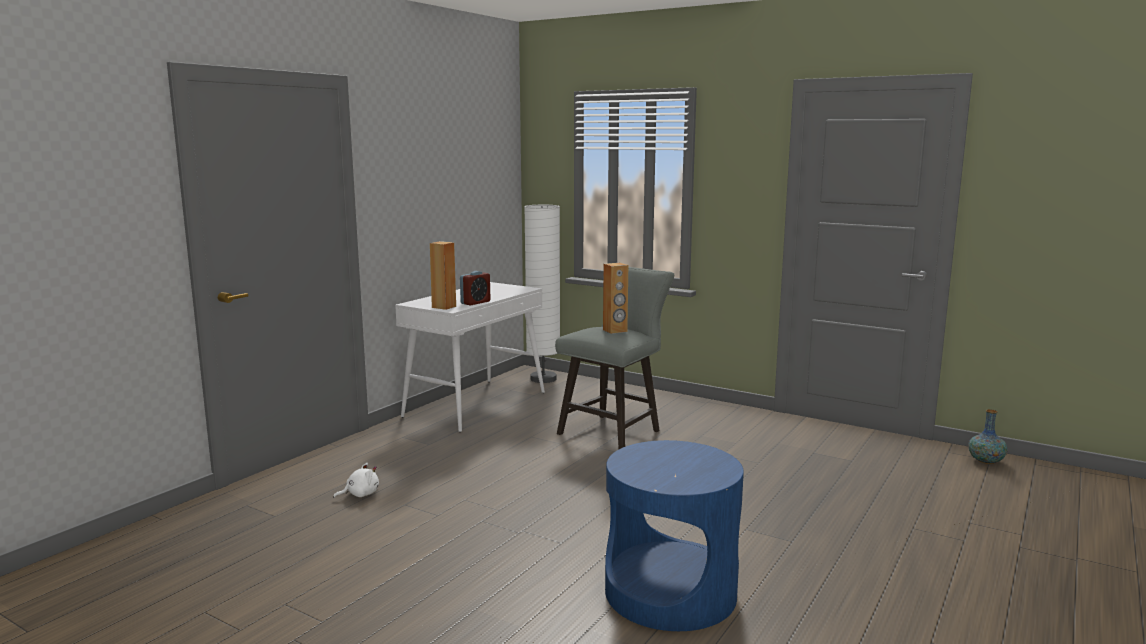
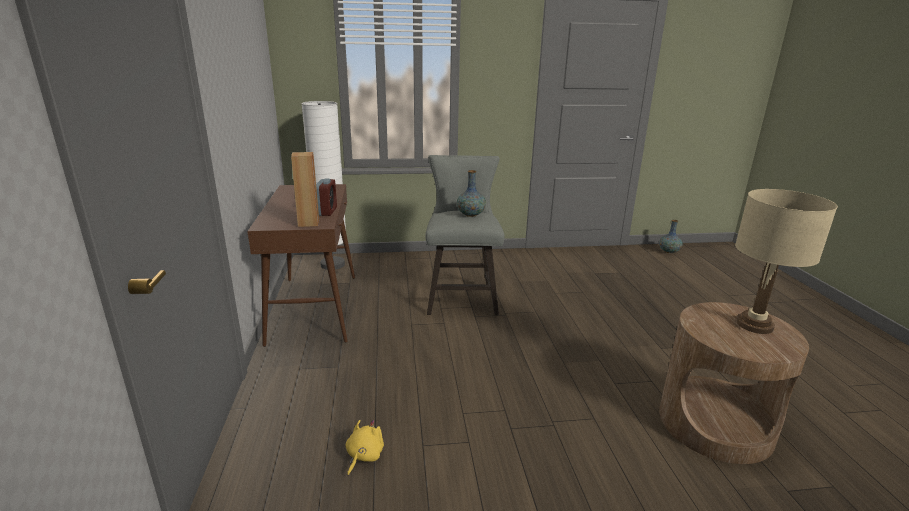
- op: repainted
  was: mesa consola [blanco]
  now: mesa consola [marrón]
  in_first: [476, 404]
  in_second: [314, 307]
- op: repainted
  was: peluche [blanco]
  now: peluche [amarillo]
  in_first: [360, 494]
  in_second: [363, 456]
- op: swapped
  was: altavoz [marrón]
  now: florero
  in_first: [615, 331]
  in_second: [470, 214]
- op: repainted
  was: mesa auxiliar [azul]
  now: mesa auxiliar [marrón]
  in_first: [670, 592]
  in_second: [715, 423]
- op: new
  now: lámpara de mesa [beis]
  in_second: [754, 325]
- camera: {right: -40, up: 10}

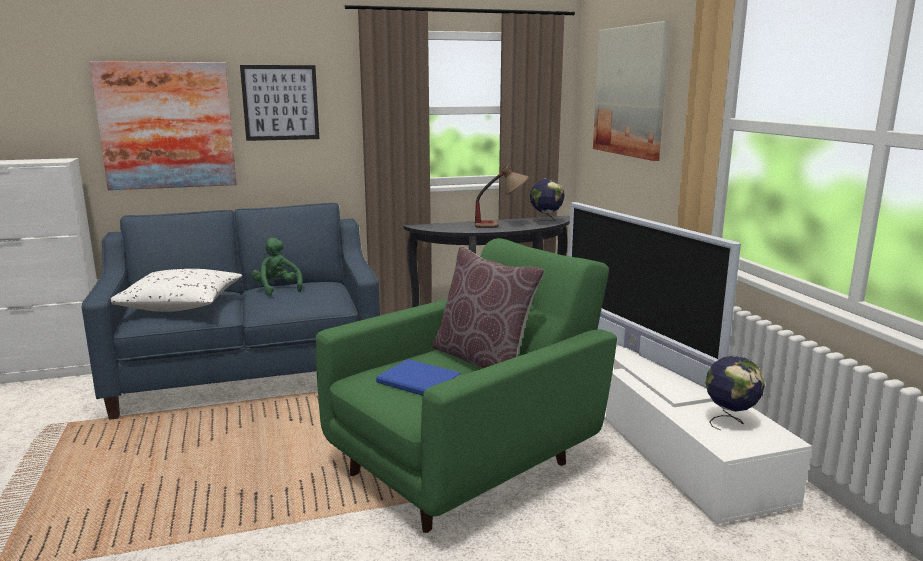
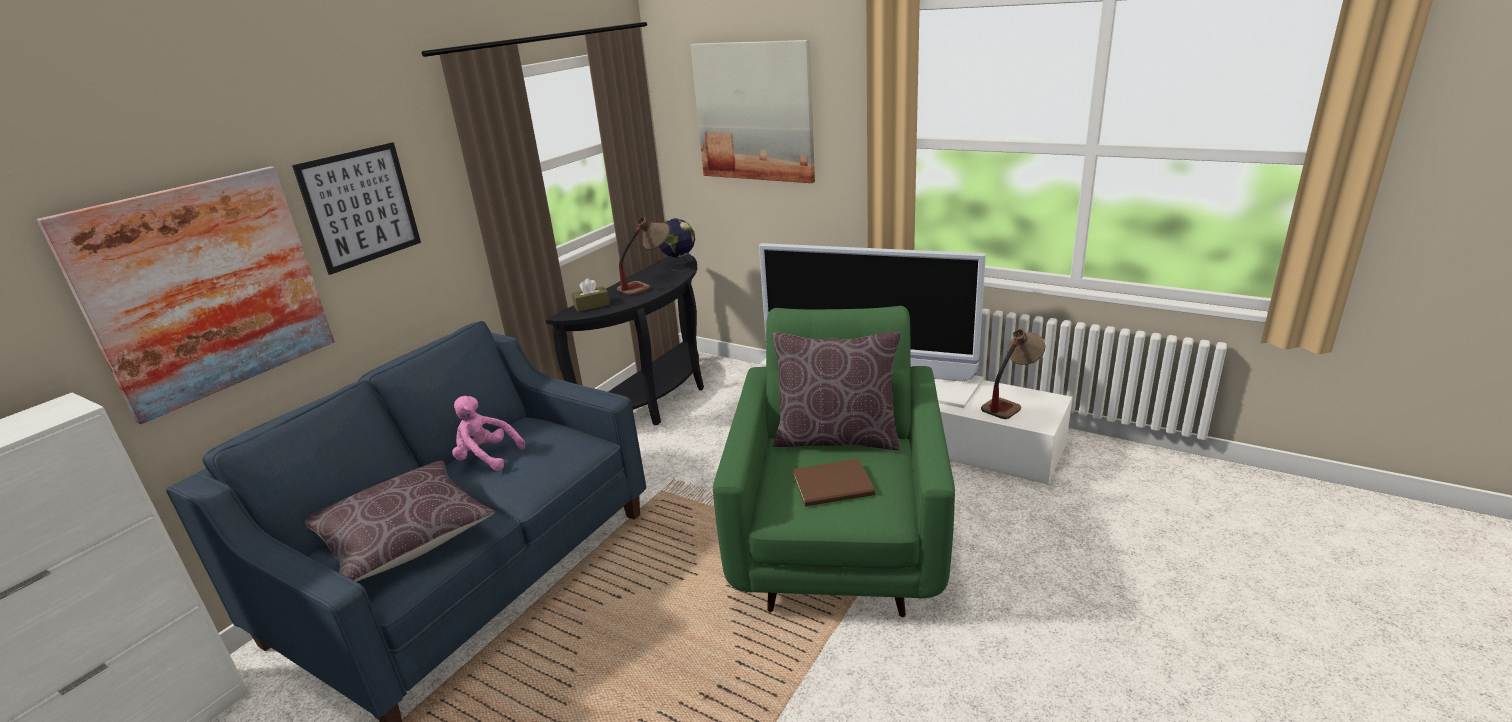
- op: repainted
  was: cojín [blanco]
  now: cojín [marrón]
  in_first: [180, 305]
  in_second: [404, 537]
- op: repainted
  was: peluche [verde]
  now: peluche [rosa]
  in_first: [277, 289]
  in_second: [486, 457]
- op: new
  now: caja de pañuelos [marrón]
  in_second: [591, 305]
- op: repainted
  was: libro [azul]
  now: libro [marrón]
  in_first: [419, 382]
  in_second: [835, 485]
- op: swapped
  was: globo terráqueo
  now: lámpara de mesa
  in_first: [730, 422]
  in_second: [1010, 402]
- camera: {right: -40, up: 10}

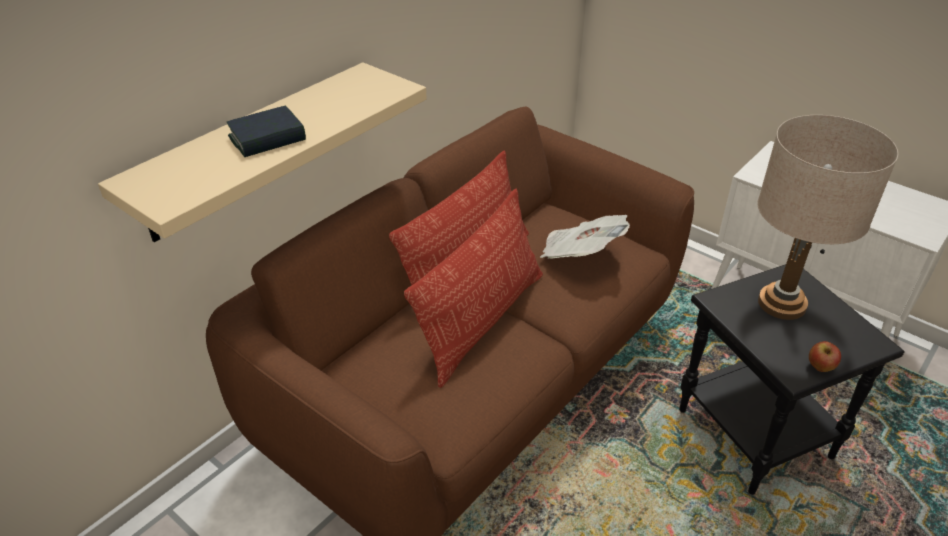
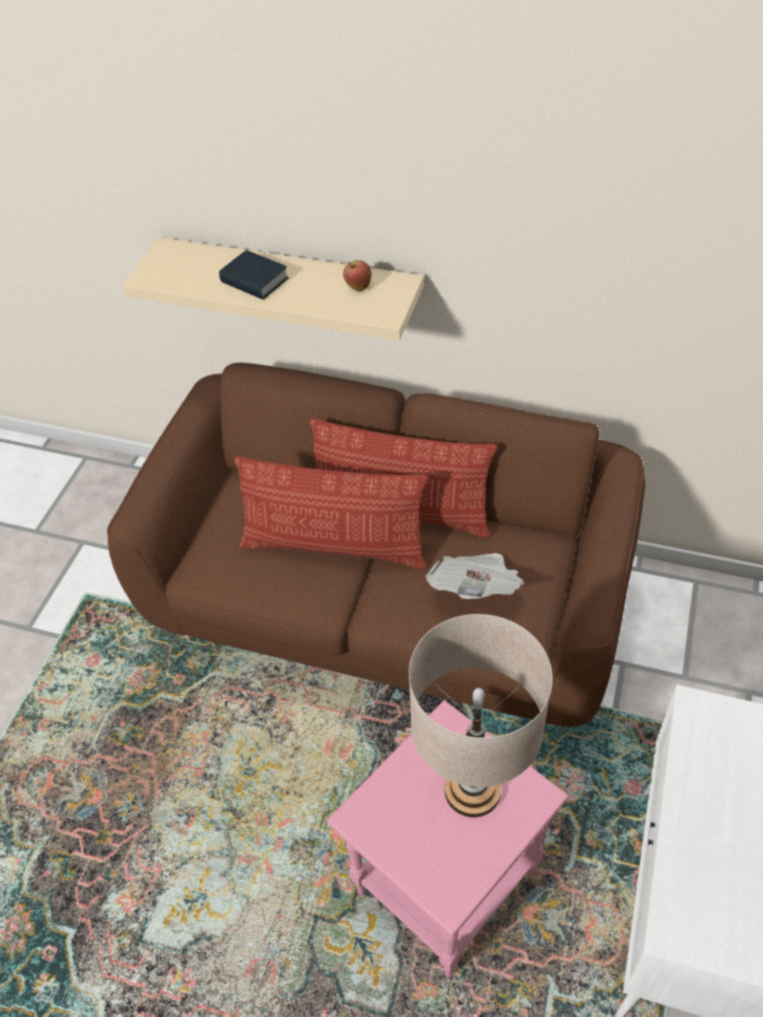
- op: repainted
  was: mesa auxiliar [negro]
  now: mesa auxiliar [rosa]
  in_first: [757, 433]
  in_second: [447, 886]
- op: shifted
  was: manzana
  in_first: [820, 367]
  in_second: [358, 287]
- camera: {right: 70, up: 10}

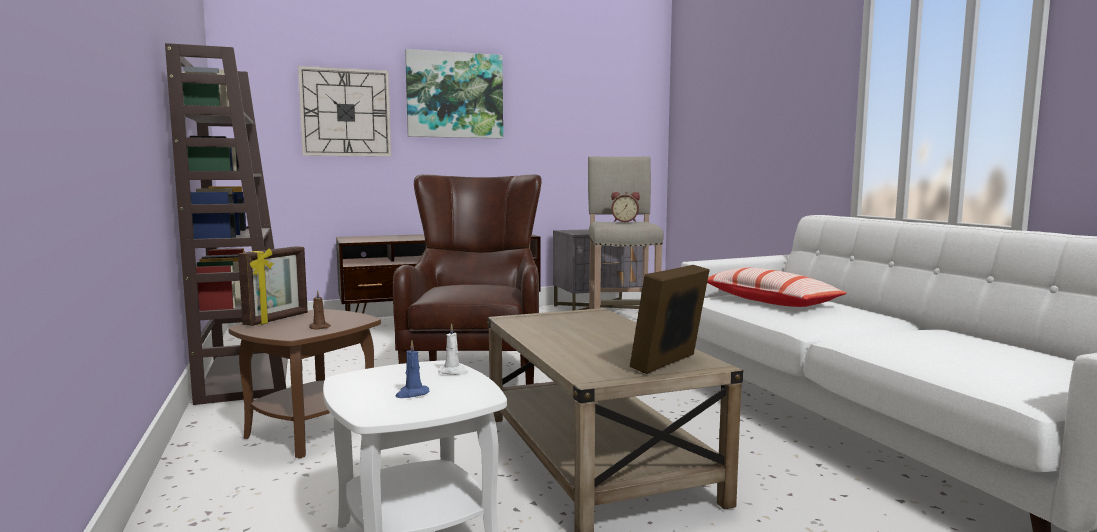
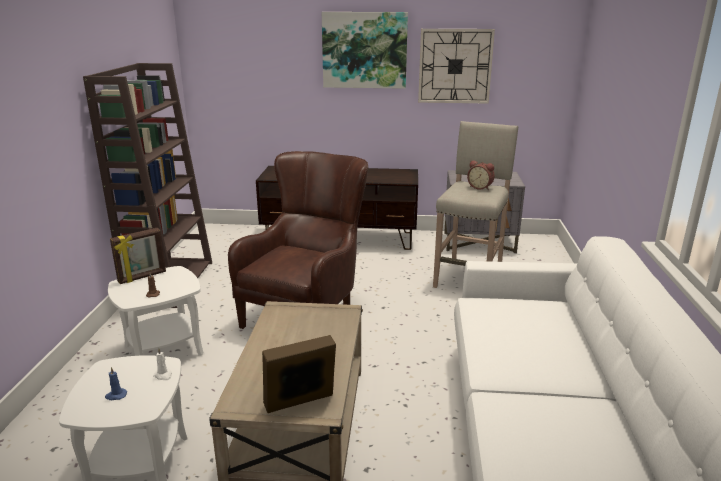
- op: repainted
  was: mesa auxiliar [marrón]
  now: mesa auxiliar [blanco]
  in_first: [312, 432]
  in_second: [164, 350]
- op: shifted
  was: reloj de pared
  in_first: [345, 112]
  in_second: [455, 66]
- op: gone
  was: cojín
  in_first: [769, 301]
- camera: {right: 25, up: 15}

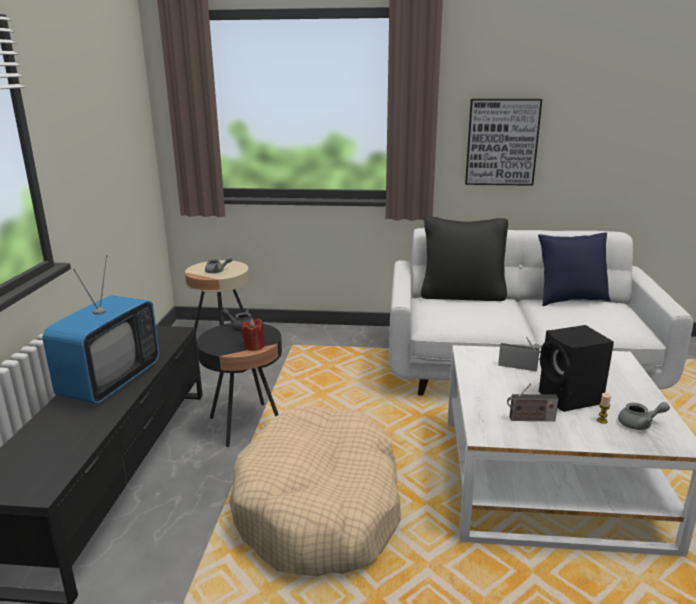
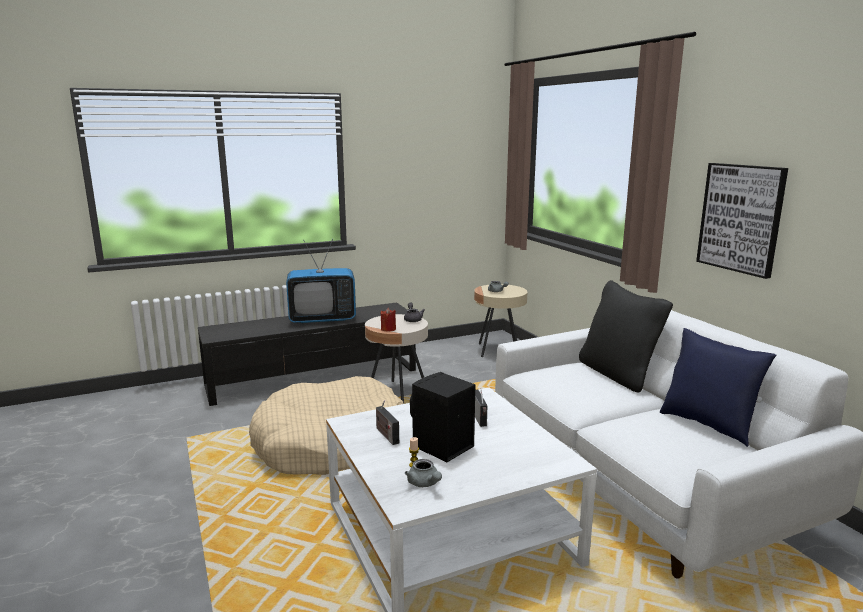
- op: repainted
  was: mesa auxiliar [negro]
  now: mesa auxiliar [beis]
  in_first: [246, 424]
  in_second: [397, 393]
- camera: {right: 60, up: -5}

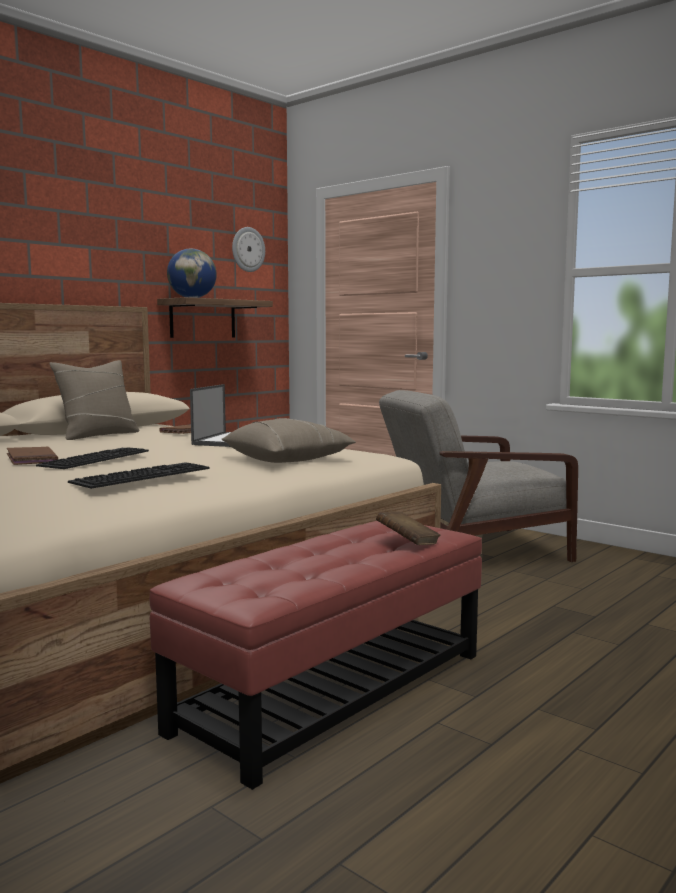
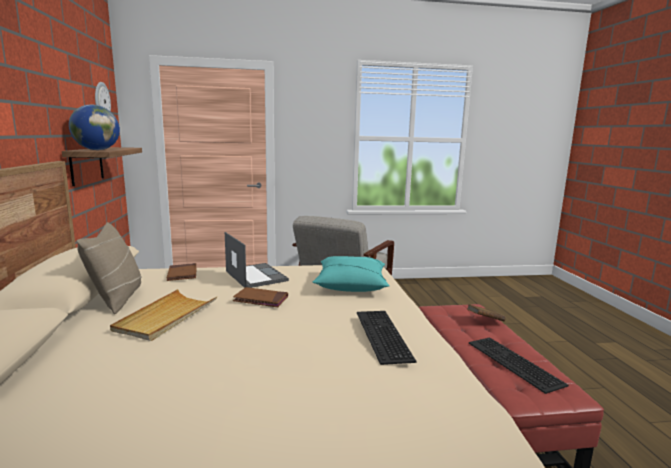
- op: new
  now: bandeja [beis]
  in_second: [166, 317]
- op: shifted
  was: libro [marrón]
  in_first: [32, 459]
  in_second: [261, 299]
- op: repainted
  was: cojín [beis]
  now: cojín [turquesa]
  in_first: [288, 459]
  in_second: [351, 285]
- op: shifted
  was: teclado
  in_first: [94, 458]
  in_second: [511, 362]
- camera: {right: -50, up: 5}

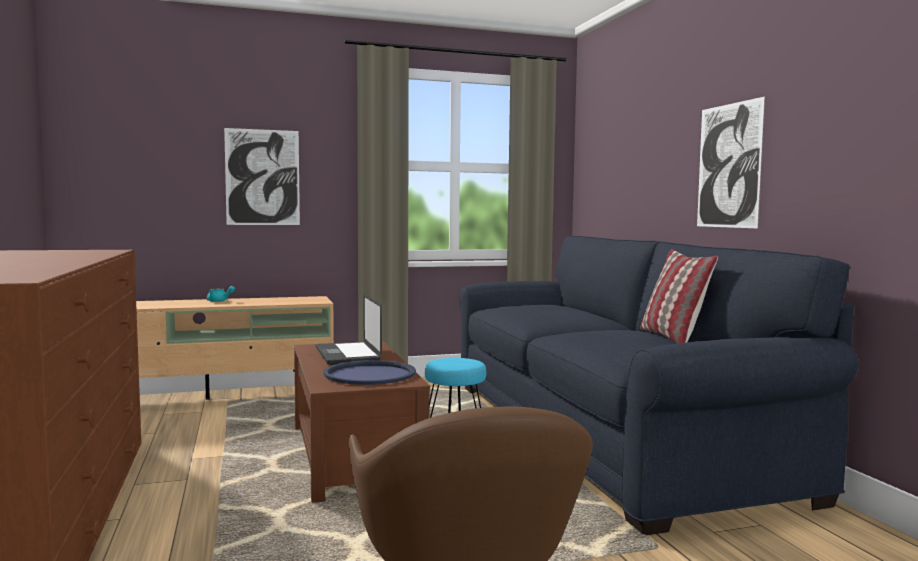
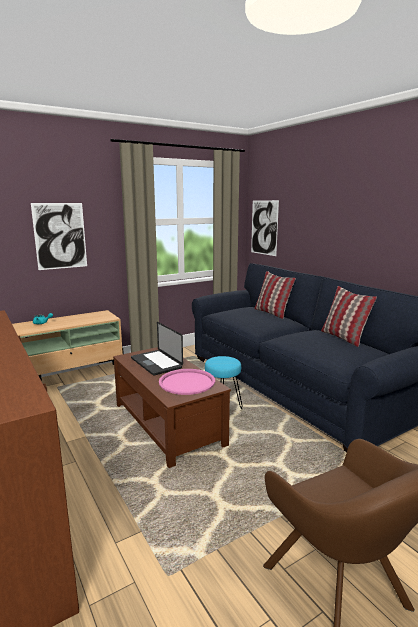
- op: repainted
  was: bandeja [azul]
  now: bandeja [rosa]
  in_first: [370, 374]
  in_second: [187, 382]
- op: shifted
  was: cuadro
  in_first: [728, 166]
  in_second: [264, 227]
- op: new
  now: cojín
  in_second: [272, 313]
- camera: {right: -15, up: 10}

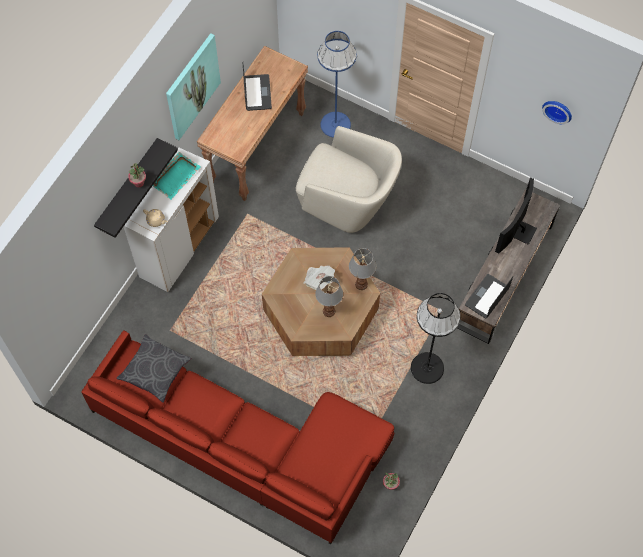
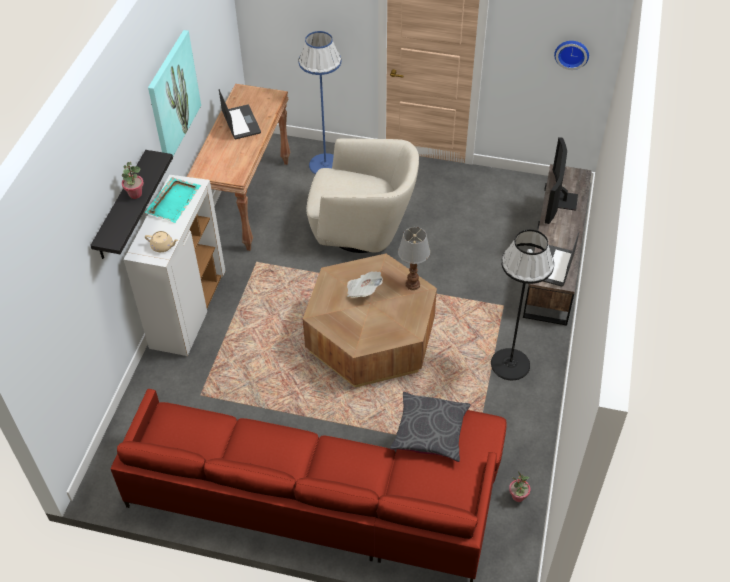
- op: shifted
  was: cojín [gris]
  in_first: [155, 371]
  in_second: [430, 432]
- op: gone
  was: lámpara de mesa
  in_first: [329, 311]
- camera: {right: -15, up: -15}

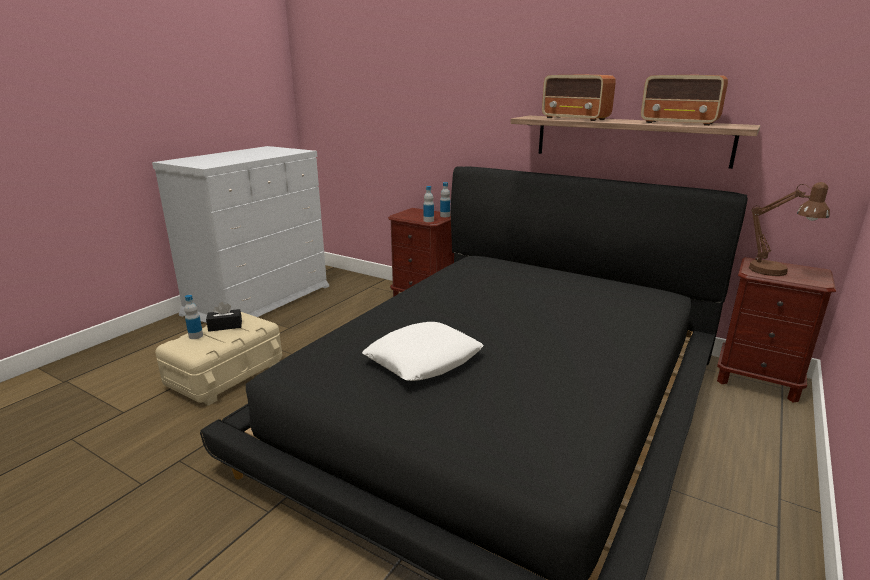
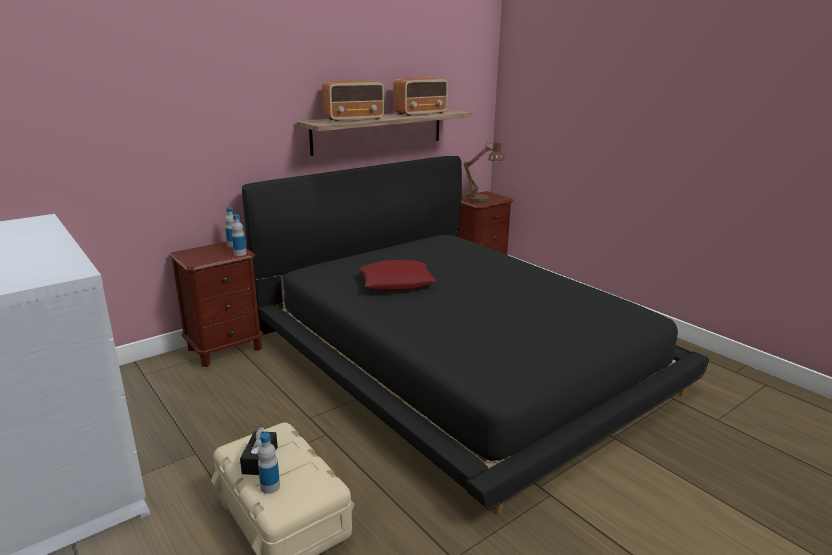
- op: new
  now: cojín [rojo]
  in_second: [397, 282]
- op: gone
  was: cojín [blanco]
  in_first: [424, 359]
- camera: {right: -70, up: 0}

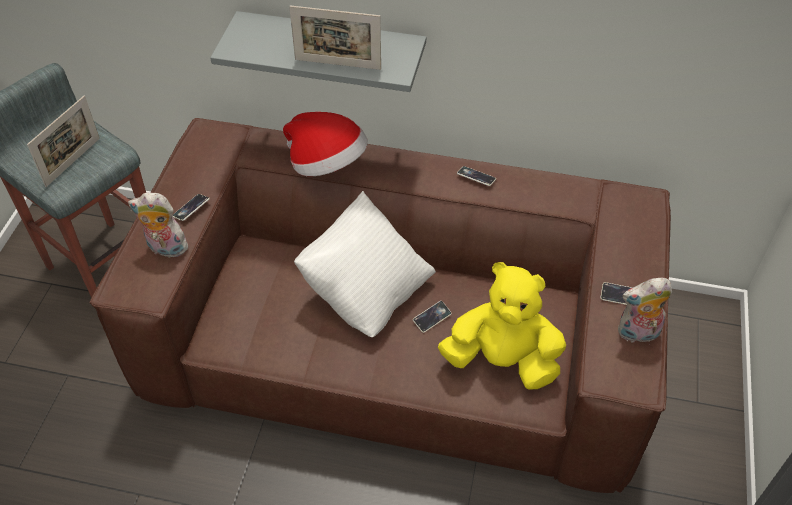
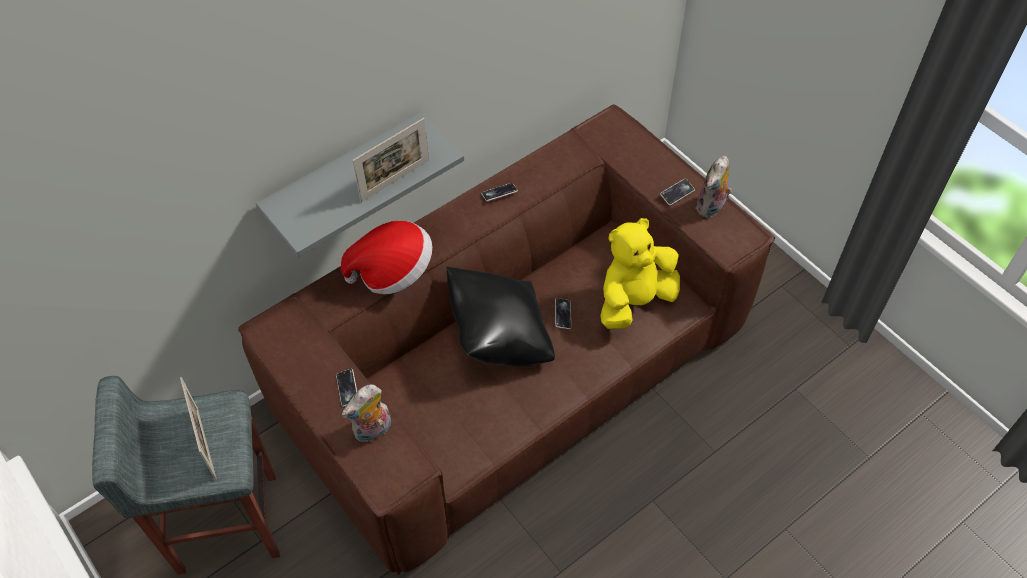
- op: repainted
  was: cojín [blanco]
  now: cojín [negro]
  in_first: [366, 291]
  in_second: [500, 337]
- camera: {right: -50, up: 5}

